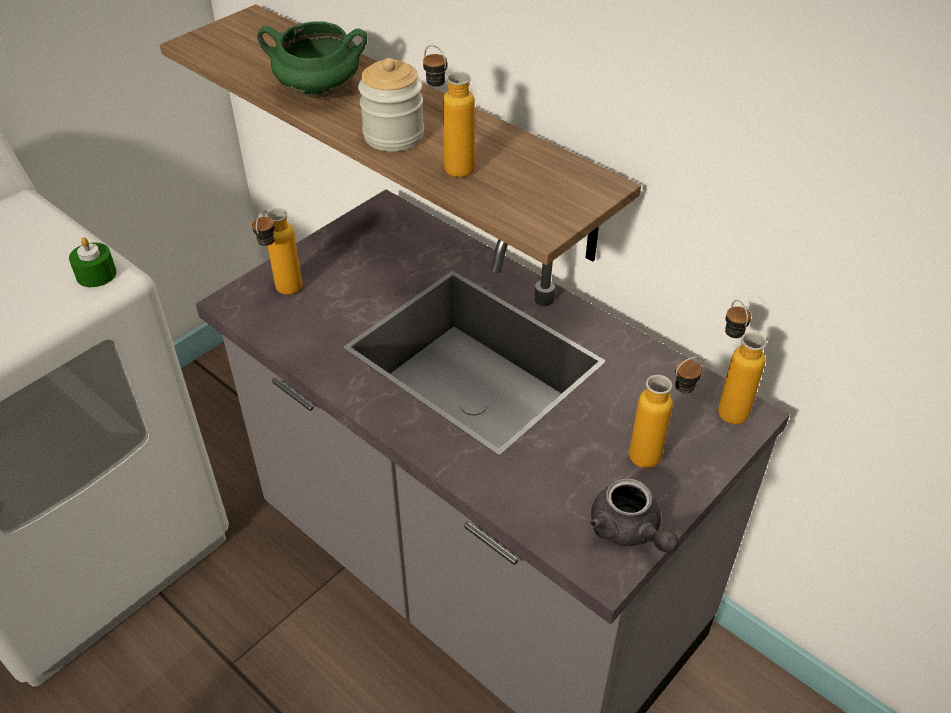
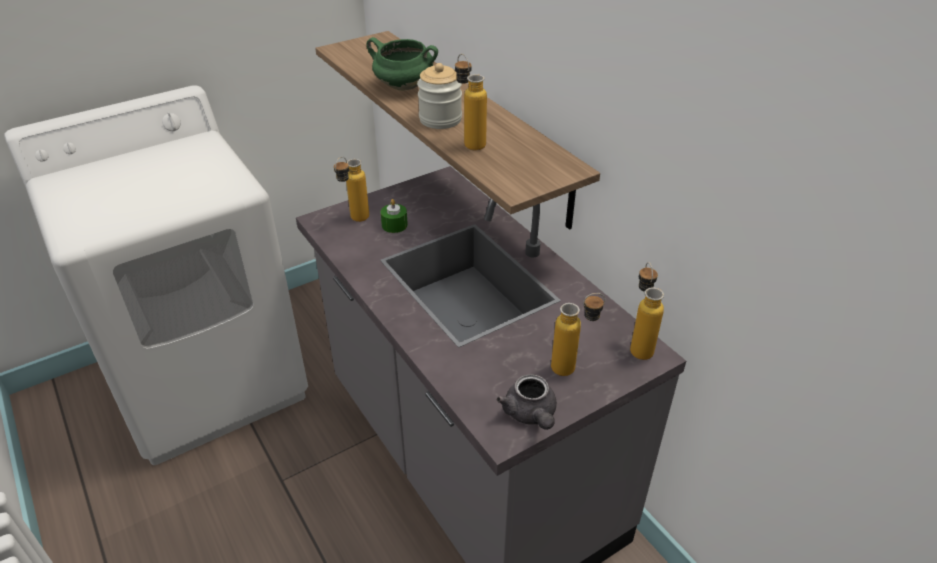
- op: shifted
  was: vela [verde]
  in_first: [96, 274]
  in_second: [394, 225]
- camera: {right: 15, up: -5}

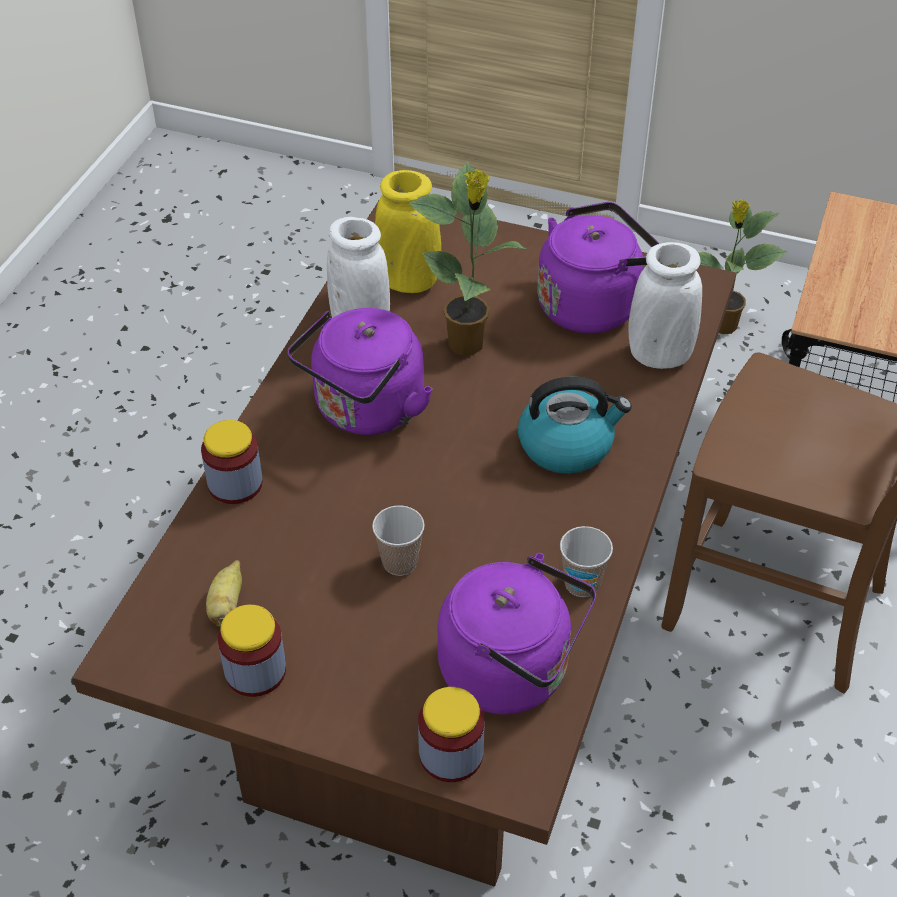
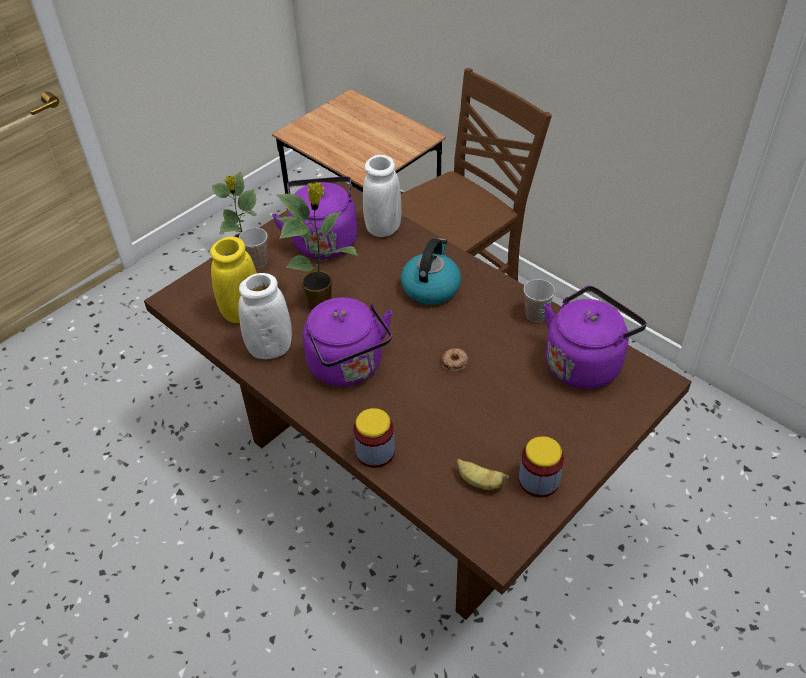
- op: shifted
  was: taza
  in_first: [400, 562]
  in_second: [257, 262]
- op: new
  now: rosquilla
  in_second: [455, 362]
- op: gone
  was: tarro
  in_first: [451, 754]
- camera: {right: -65, up: 0}

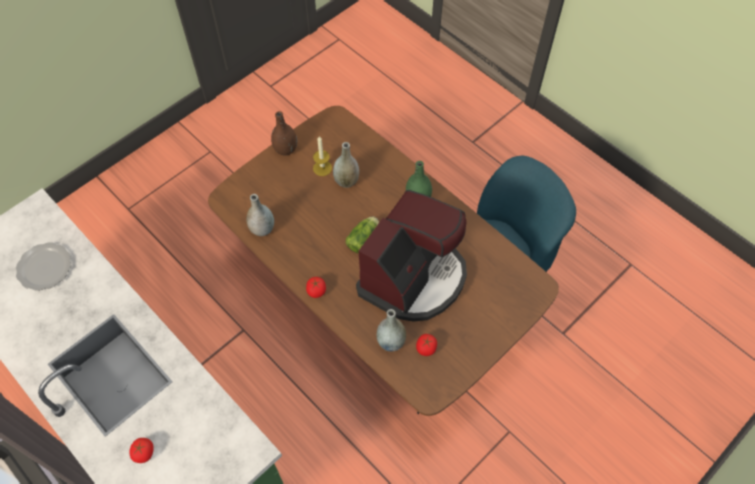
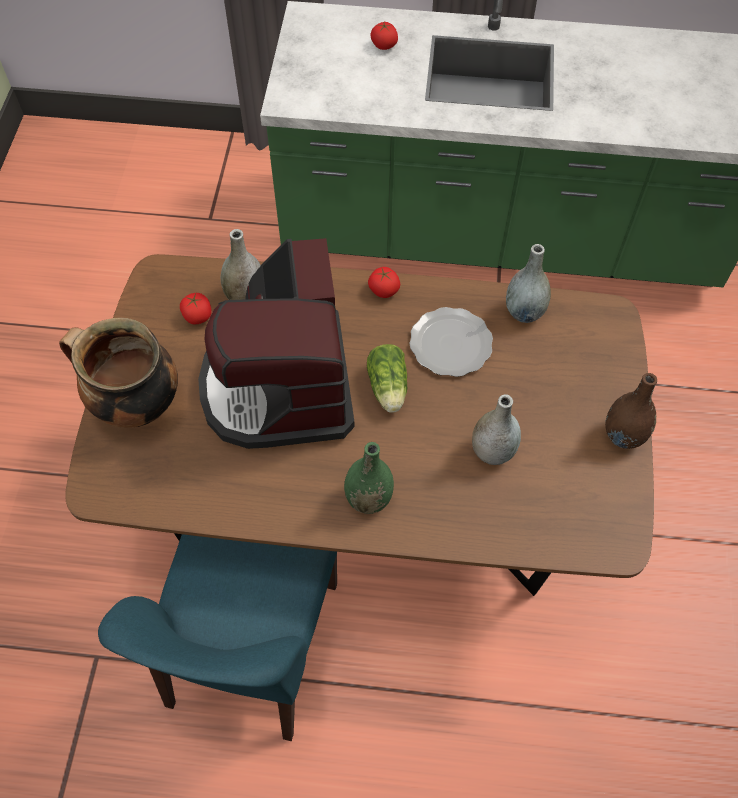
- op: new
  now: olla
  in_second: [135, 406]
- op: shifted
  was: plato
  in_first: [45, 268]
  in_second: [449, 344]
- op: gone
  was: vela
  in_first: [322, 168]
- camera: {right: 140, up: 0}

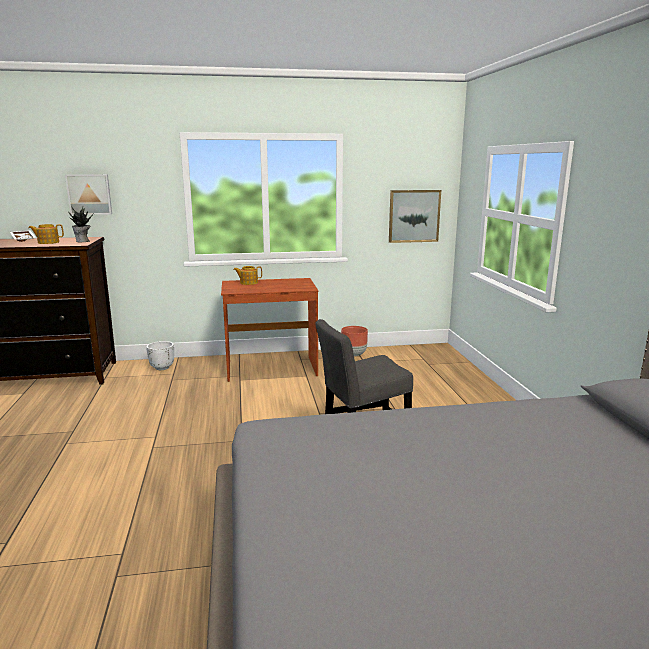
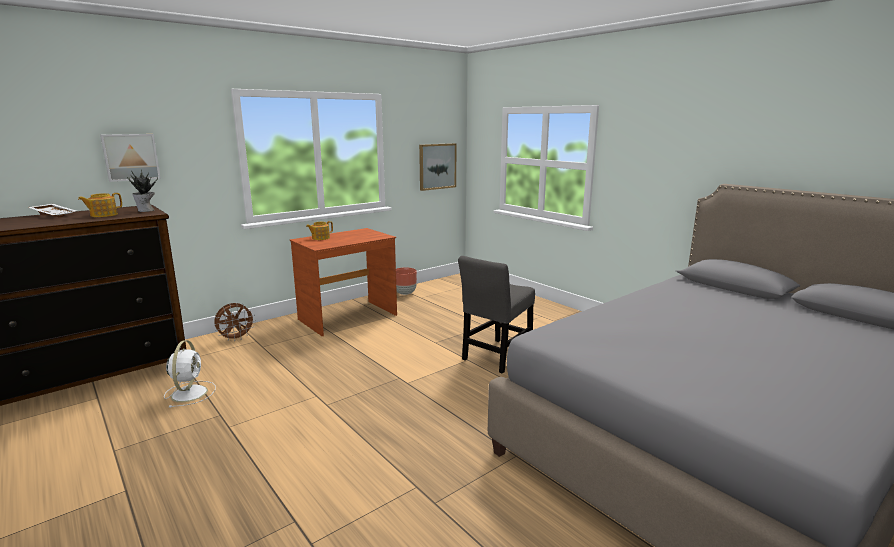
- op: new
  now: ventilador [blanco]
  in_second: [190, 393]
- op: swapped
  was: maceta [blanco]
  now: ventilador [marrón]
  in_first: [162, 368]
  in_second: [236, 338]
- camera: {right: -30, up: 0}

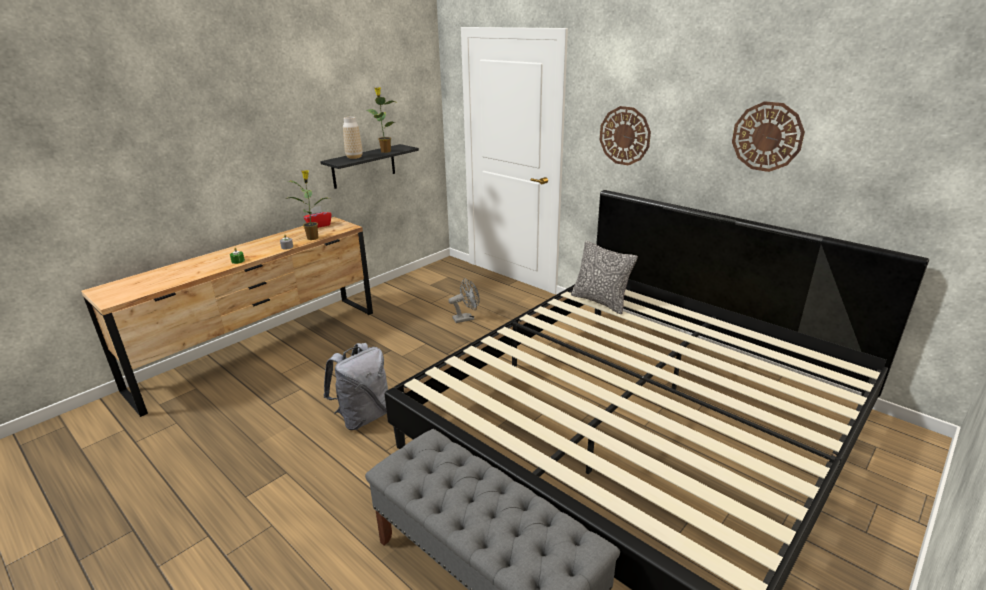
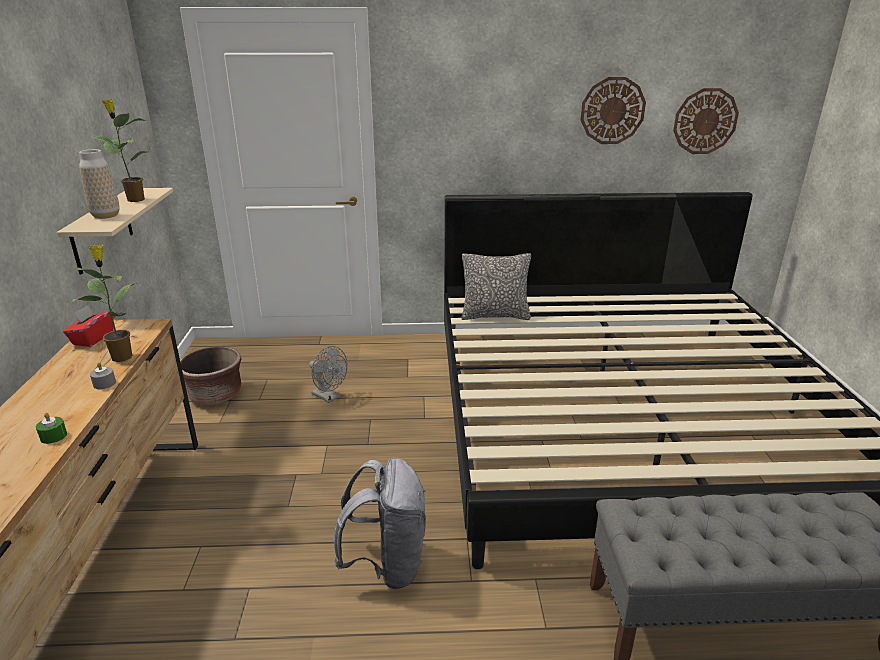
- op: repainted
  was: estante [negro]
  now: estante [beis]
  in_first: [364, 166]
  in_second: [102, 230]
- op: new
  now: maceta [marrón]
  in_second: [215, 395]
- op: rotated
  was: ventilador [gris]
  in_first: [466, 318]
  in_second: [329, 397]
  clockwise: 105
- op: shifted
  was: reloj de pared
  in_first: [625, 136]
  in_second: [705, 121]
- camera: {right: -45, up: 0}

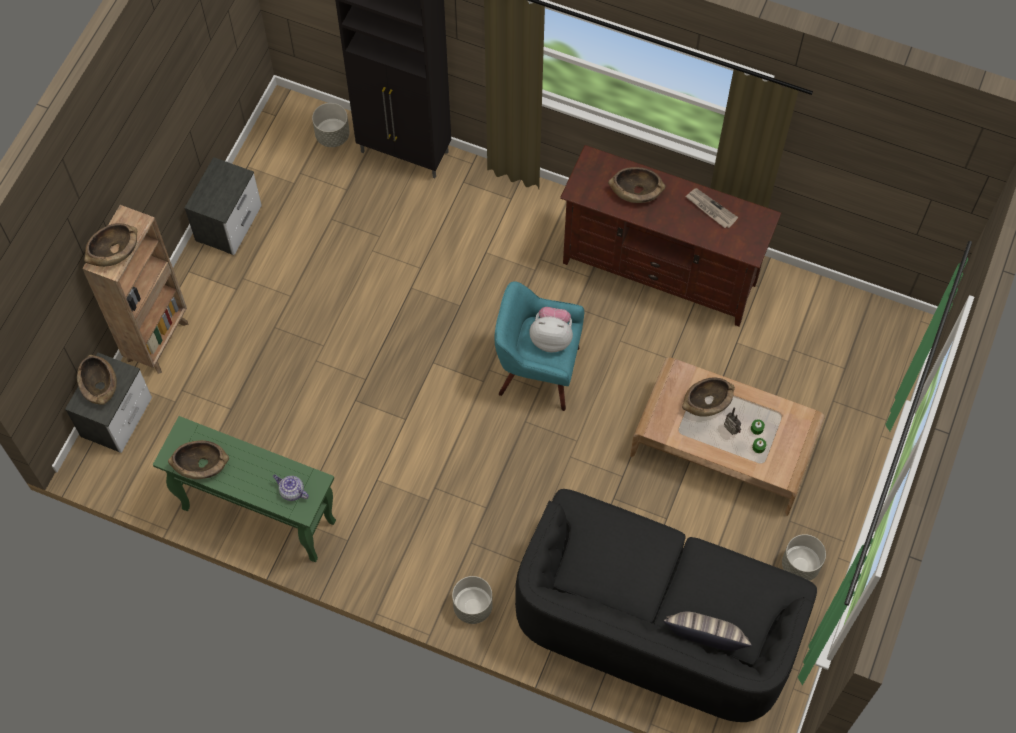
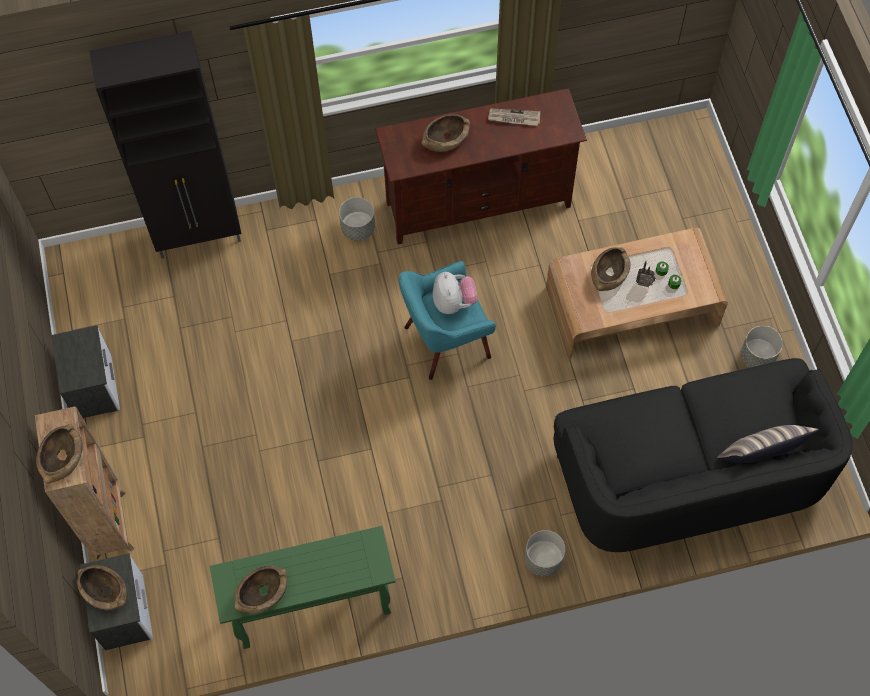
- op: shifted
  was: maceta [gris]
  in_first: [332, 135]
  in_second: [358, 228]
- op: rotated
  was: peluche
  in_first: [551, 338]
  in_second: [453, 302]
  clockwise: 105
- op: gone
  was: tetera
  in_first: [291, 491]
- camera: {right: -35, up: 0}

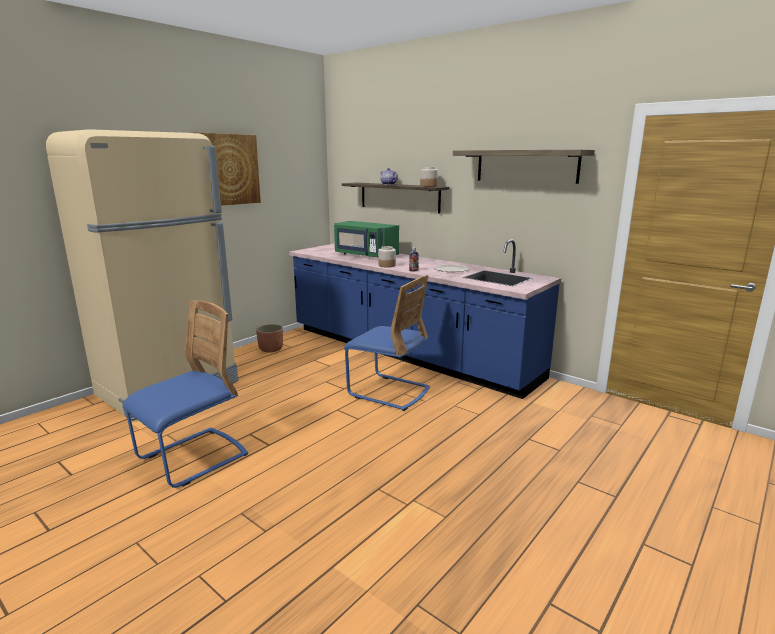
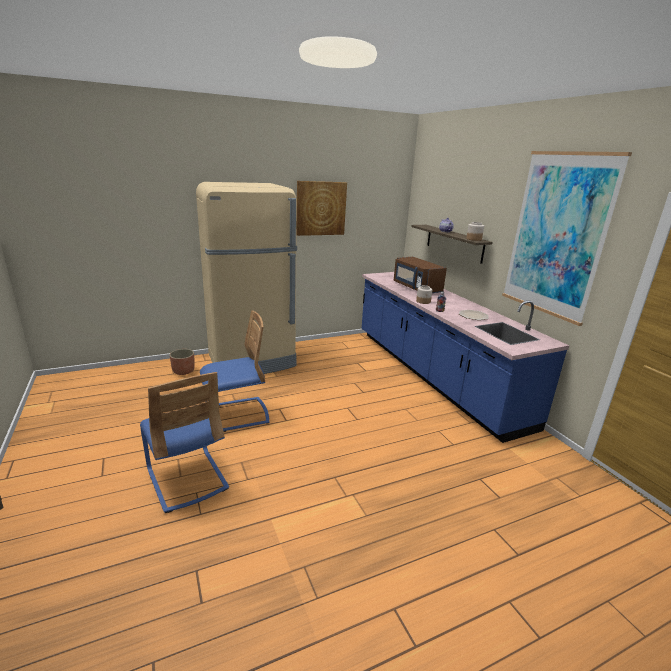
- op: shifted
  was: silla [azul]
  in_first: [389, 392]
  in_second: [187, 479]
- op: shifted
  was: maceta
  in_first: [271, 349]
  in_second: [183, 371]
- op: repainted
  was: microondas [verde]
  now: microondas [marrón]
  in_first: [365, 255]
  in_second: [416, 288]
- op: swapped
  was: estante
  now: cuadro
  in_first: [526, 166]
  in_second: [557, 235]
- camera: {right: 25, up: 5}

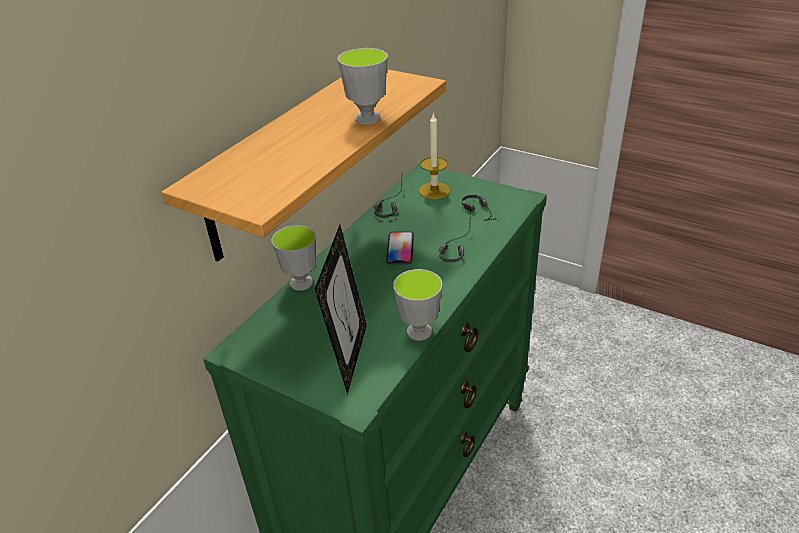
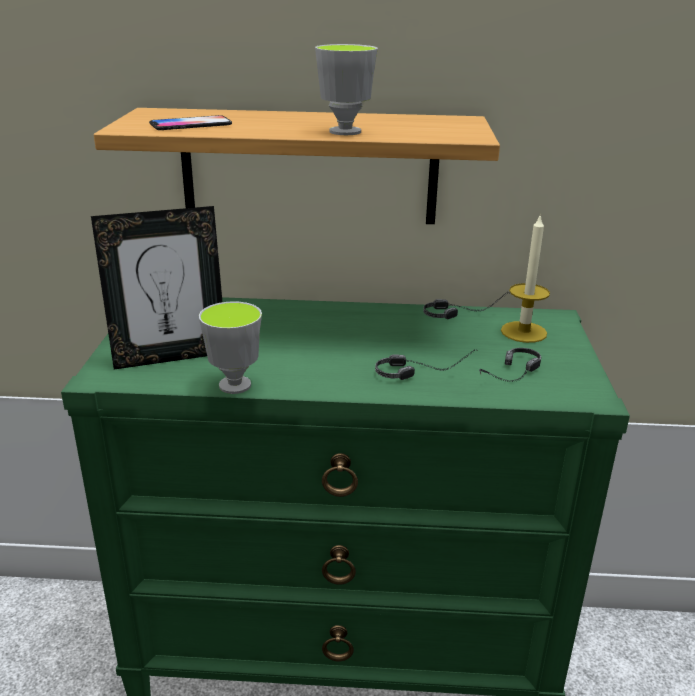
- op: shifted
  was: móvil
  in_first: [400, 249]
  in_second: [191, 125]
- op: gone
  was: taza
  in_first: [301, 283]
- camera: {right: 60, up: -10}

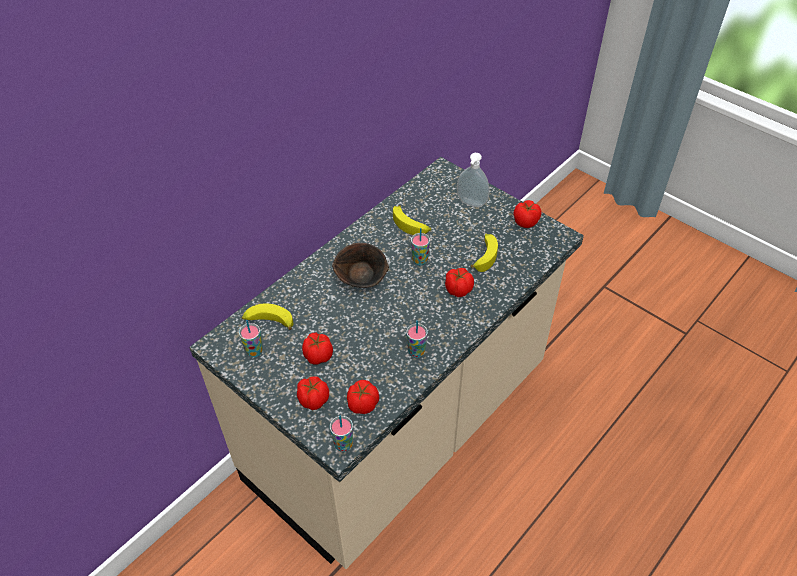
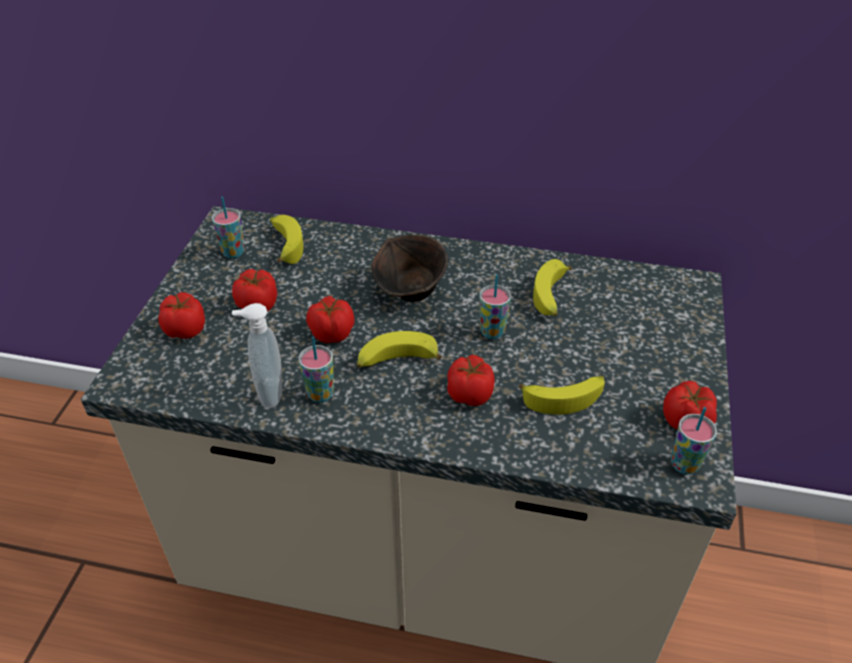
- op: shifted
  was: dispensador de jabón
  in_first: [471, 204]
  in_second: [268, 393]
- op: shifted
  was: tomate
  in_first: [362, 404]
  in_second: [331, 333]
- op: new
  now: plátano
  in_second: [396, 361]
- op: shifted
  was: taza
  in_first: [343, 445]
  in_second: [684, 464]
- camera: {right: 60, up: -5}

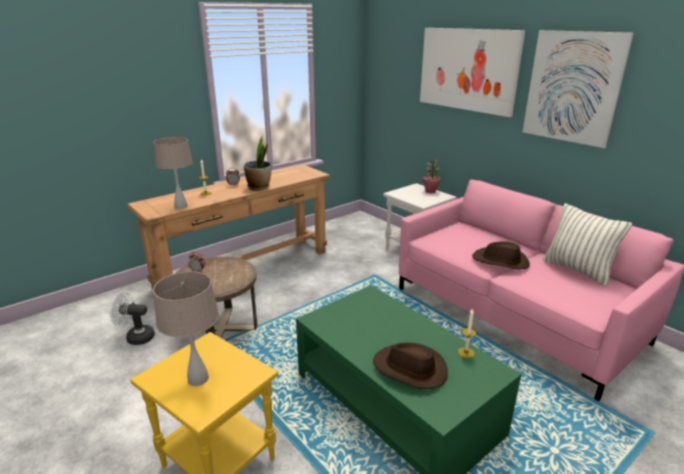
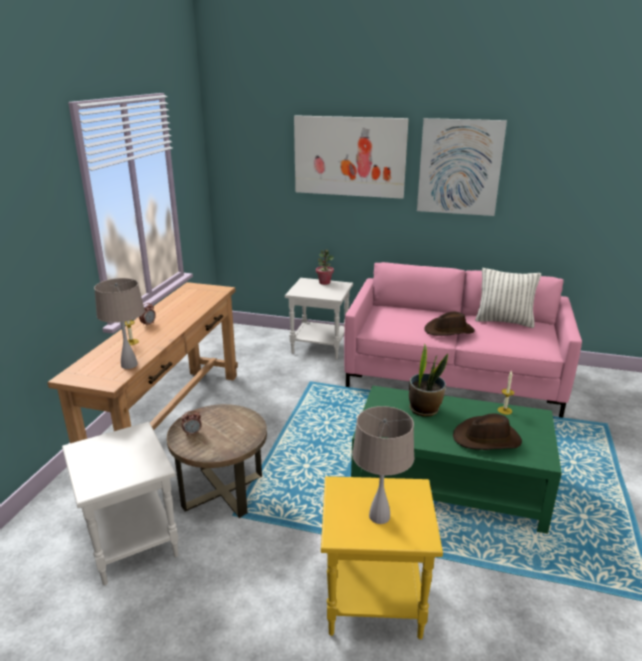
- op: swapped
  was: ventilador [blanco]
  now: mesa auxiliar [blanco]
  in_first: [136, 337]
  in_second: [134, 543]
- op: shifted
  was: planta en maceta
  in_first: [259, 187]
  in_second: [424, 409]
- camera: {right: -35, up: 0}

